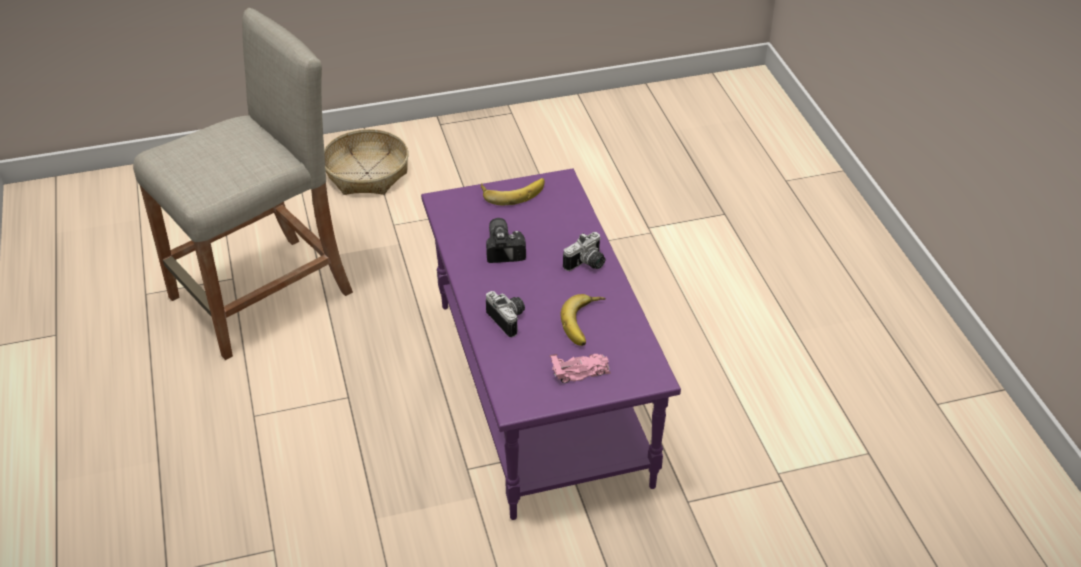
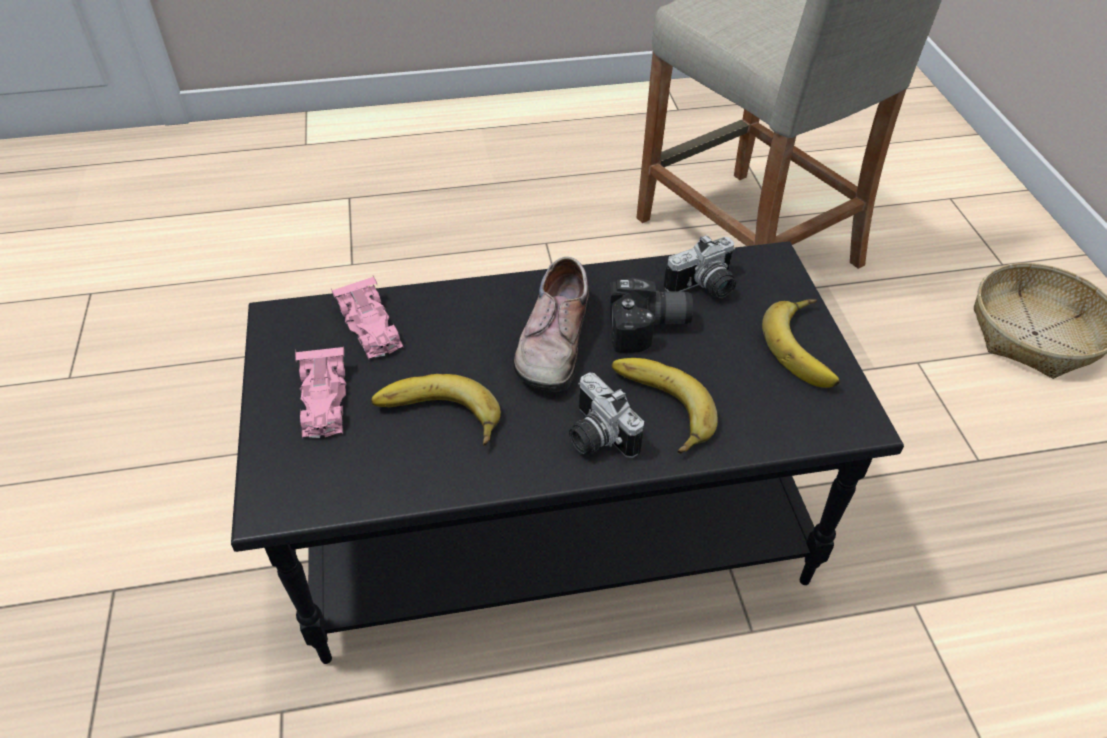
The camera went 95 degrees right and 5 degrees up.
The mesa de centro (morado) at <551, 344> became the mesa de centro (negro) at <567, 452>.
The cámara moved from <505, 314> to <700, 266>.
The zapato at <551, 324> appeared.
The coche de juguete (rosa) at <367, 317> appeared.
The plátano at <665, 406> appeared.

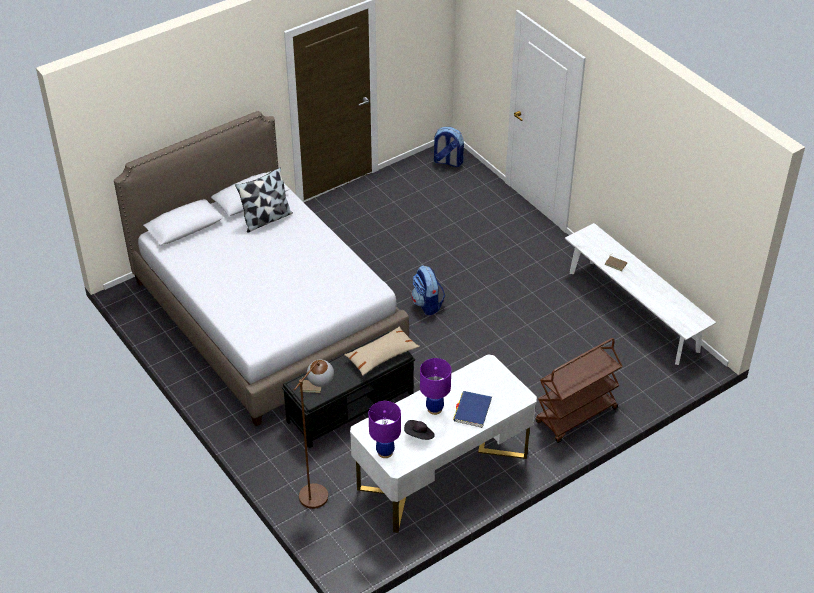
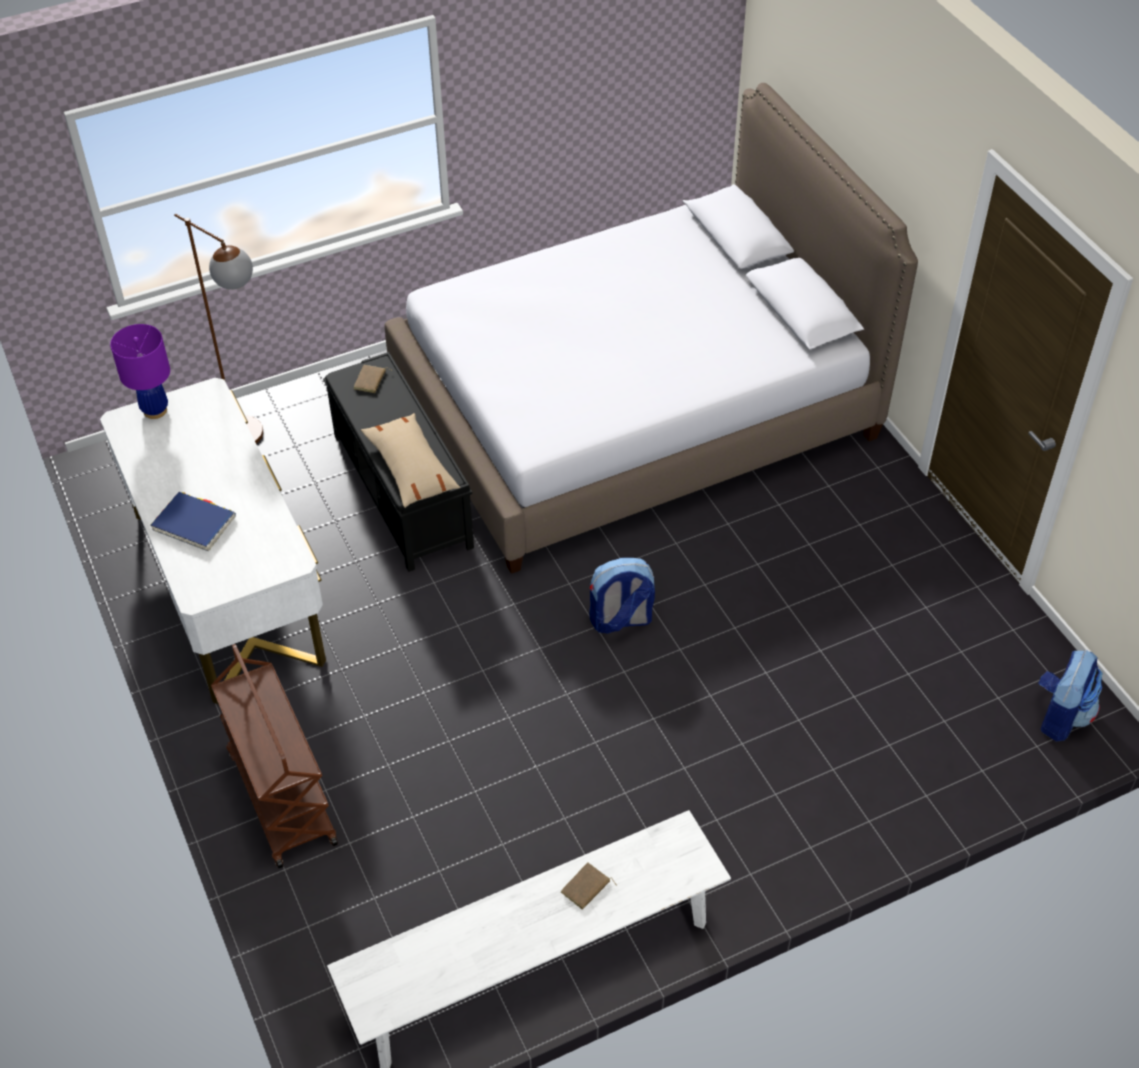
The camera went 100 degrees right and 5 degrees up.
The cojín at <264, 200> disappeared.
The lámpara de mesa (morado) at <435, 386> disappeared.
The sombrero (negro) at <419, 430> disappeared.

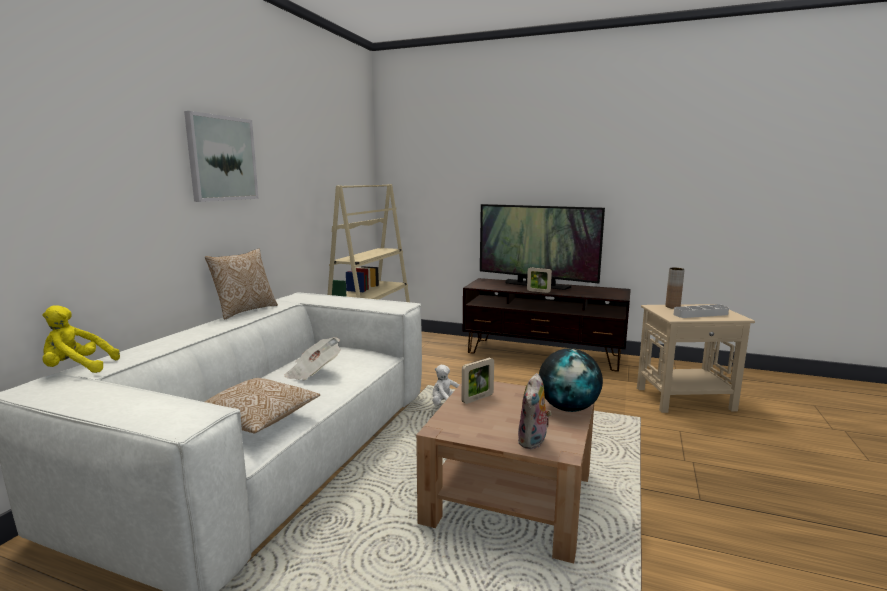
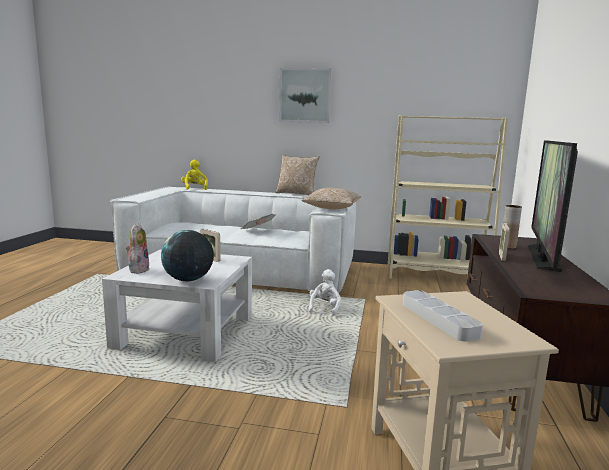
The camera went 80 degrees right and 0 degrees up.
The florero (marrón) moved from <675, 288> to <512, 227>.
The peluche at <535, 411> turned 75 degrees clockwise.
The cojín moved from <262, 405> to <331, 198>.
The mesa de centro (marrón) at <505, 473> became the mesa de centro (blanco) at <177, 305>.

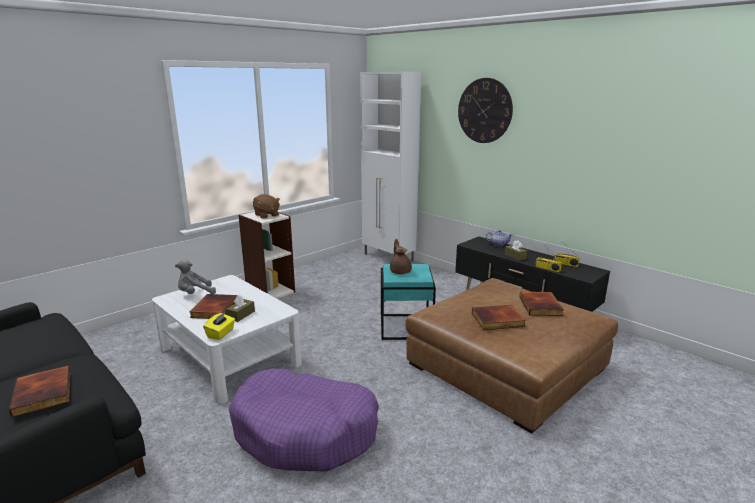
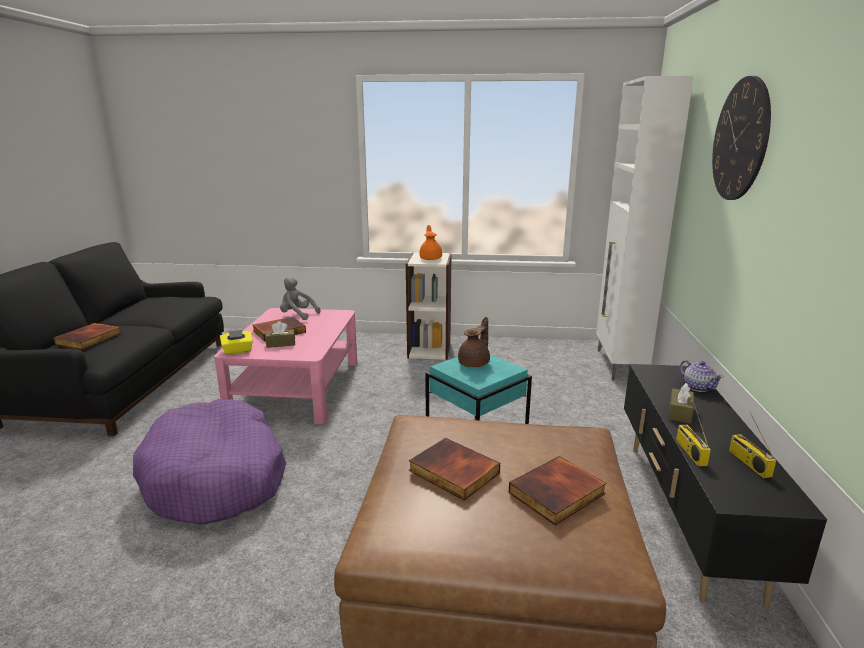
The camera went 50 degrees right and 0 degrees up.
The peluche (marrón) at <266, 206> was replaced by the tetera (naranja) at <430, 242>.
The mesa de centro (blanco) at <227, 339> became the mesa de centro (rosa) at <285, 366>.

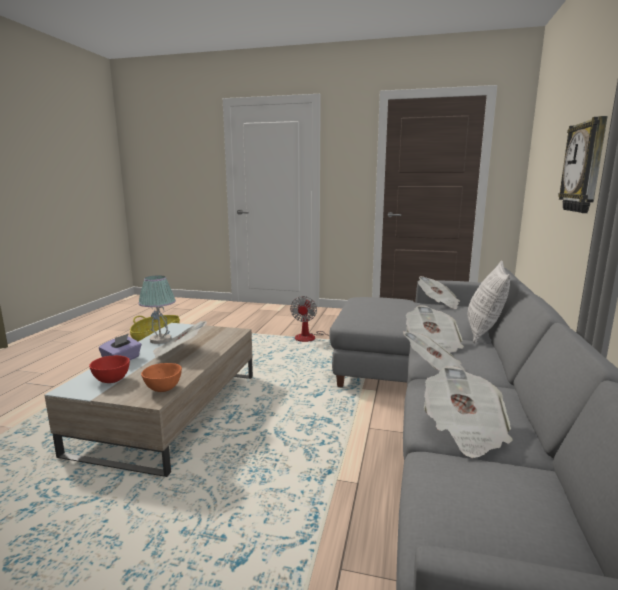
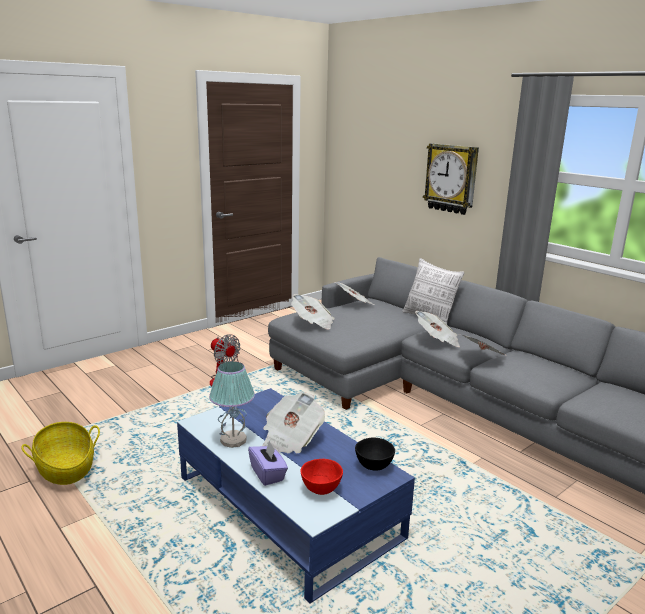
The camera went 55 degrees left and 5 degrees up.
The mesa de centro (beis) at <149, 400> became the mesa de centro (azul) at <296, 495>.
The cuenco (naranja) at <161, 377> became the cuenco (negro) at <375, 454>.
The periódico moved from <468, 412> to <312, 311>.

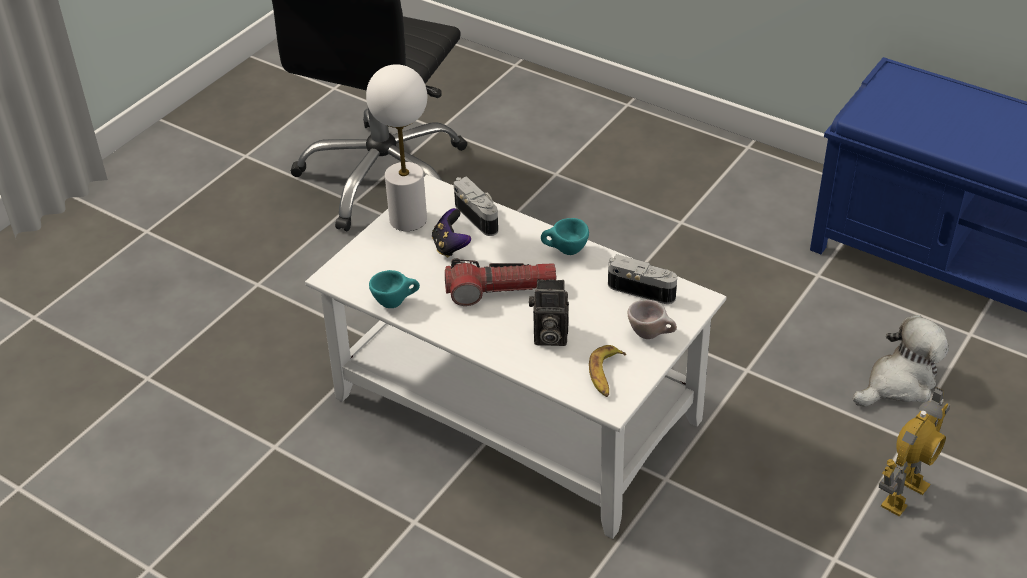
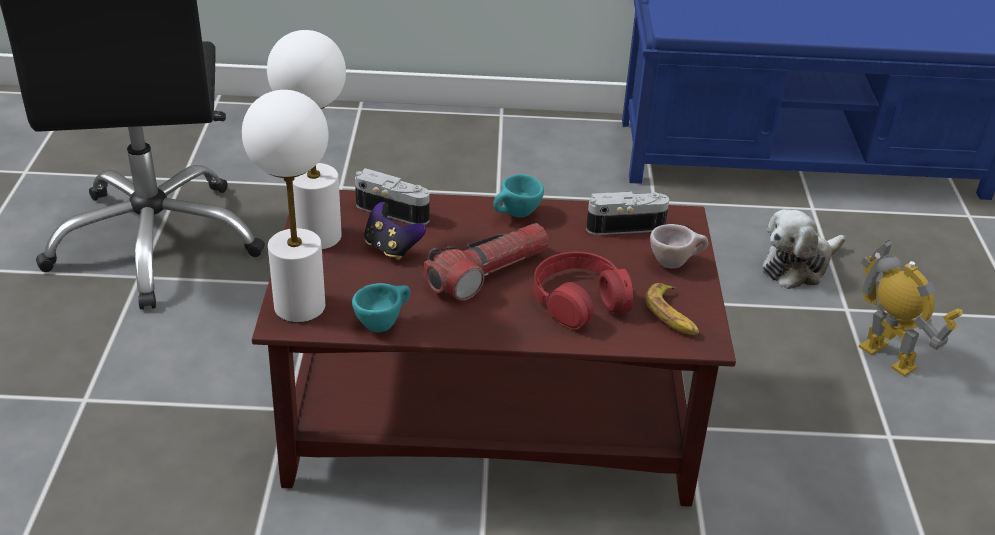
The camera went 35 degrees left and 5 degrees down.
The mesa de centro (blanco) at <515, 357> became the mesa de centro (marrón) at <494, 348>.
The cámara at <549, 312> was replaced by the auriculares (rojo) at <583, 290>.
The peluche at <900, 361> turned 150 degrees counterclockwise.
The robot de juguete at <914, 452> turned 45 degrees counterclockwise.
The lámpara de mesa (blanco) at <285, 206> appeared.

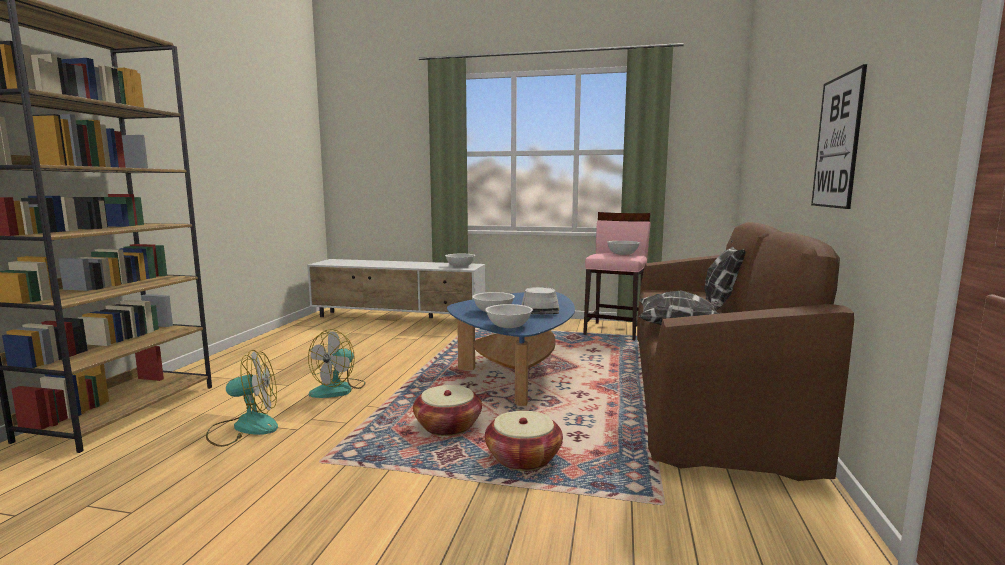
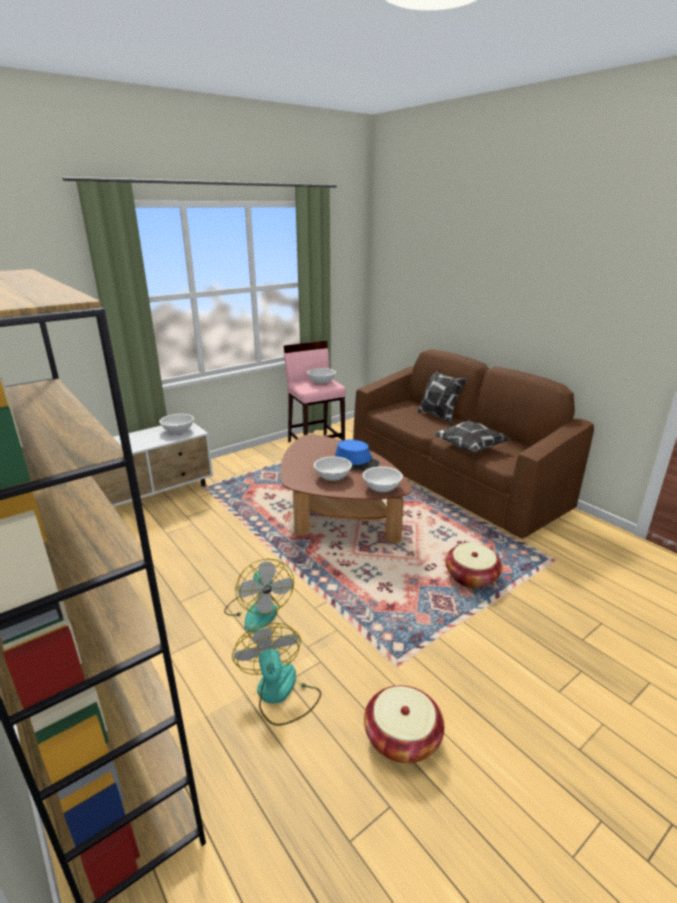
The camera went 50 degrees left and 15 degrees up.
The cuadro at <839, 136> disappeared.
The sombrero (gris) at <540, 300> became the sombrero (azul) at <357, 455>.
The mesa de centro (azul) at <511, 349> became the mesa de centro (marrón) at <346, 489>.
The ventilador at <242, 398> turned 45 degrees counterclockwise.
The cesta moved from <447, 410> to <404, 724>.

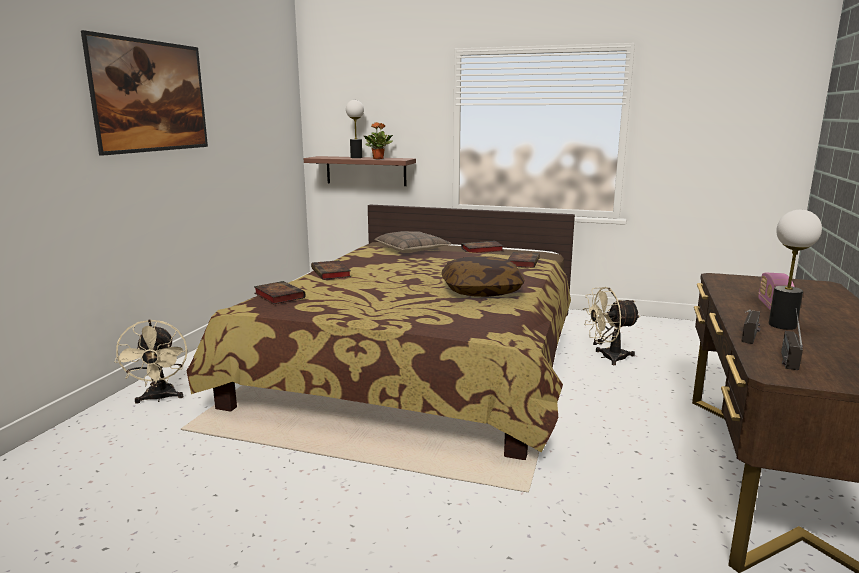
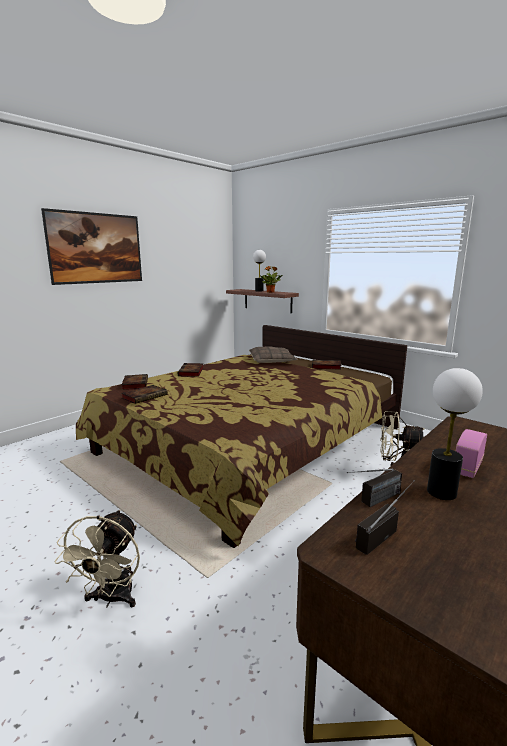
The camera went 25 degrees right and 0 degrees up.
The libro moved from <523, 260> to <144, 394>.
The cojín at <483, 276> disappeared.
The ventilador (beis) moved from <151, 361> to <97, 559>.

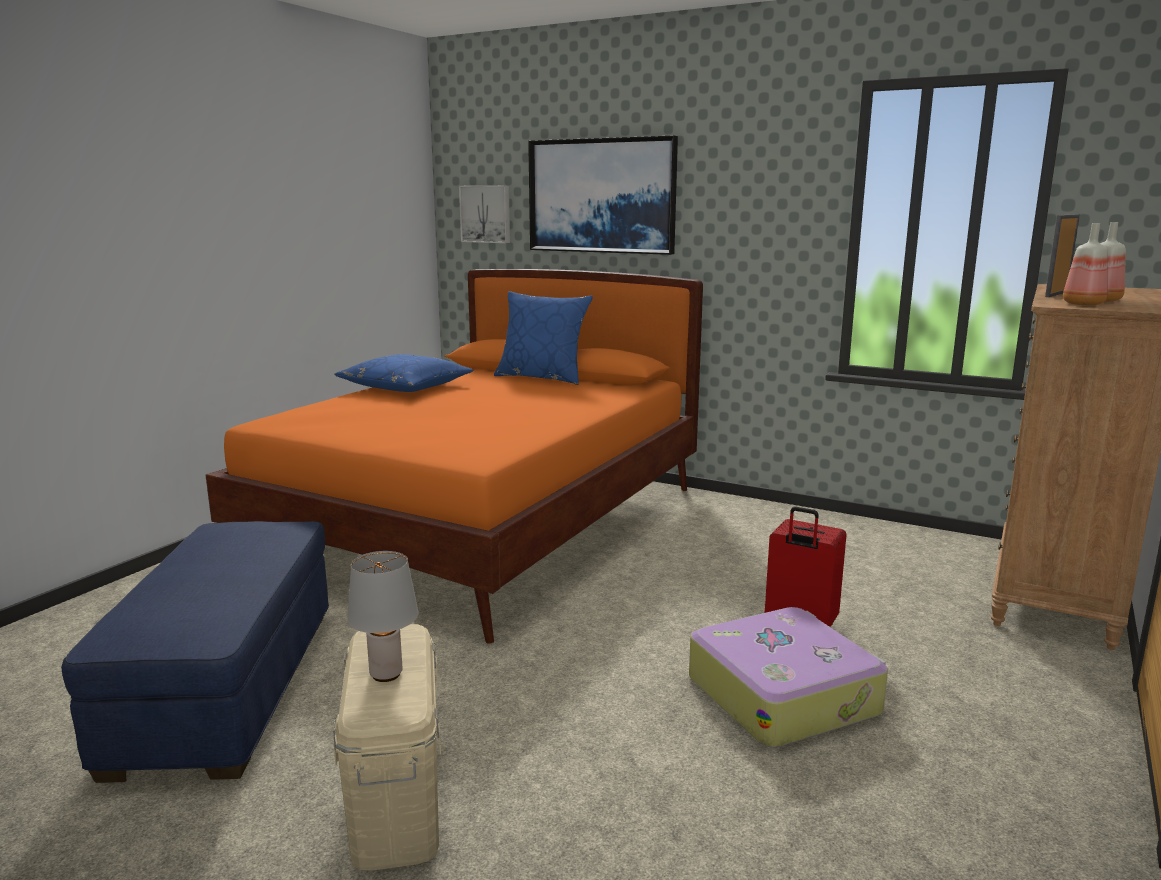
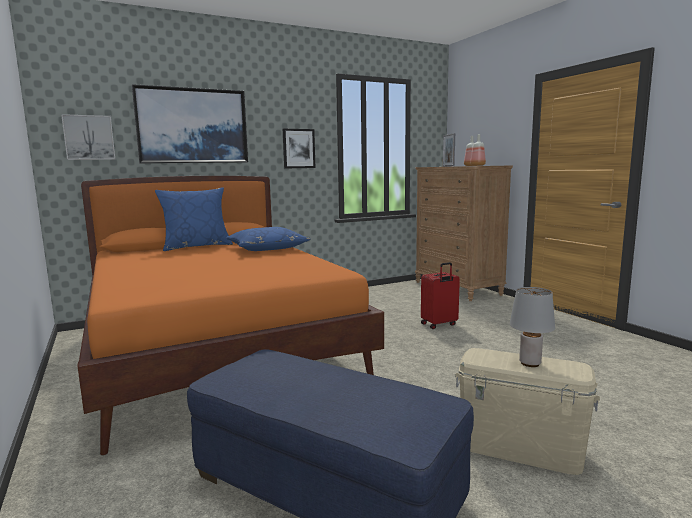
The camera went 55 degrees left and 5 degrees down.
The cojín (azul) moved from <404, 373> to <268, 239>.
The maleta at <788, 677> disappeared.
The cuadro at <299, 149> appeared.

